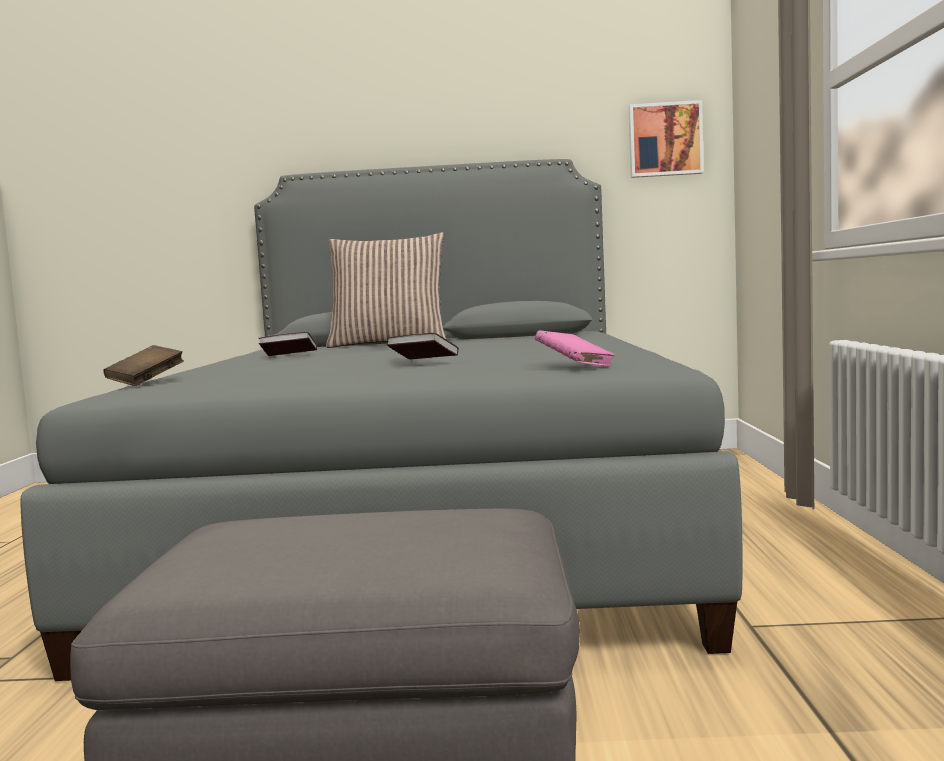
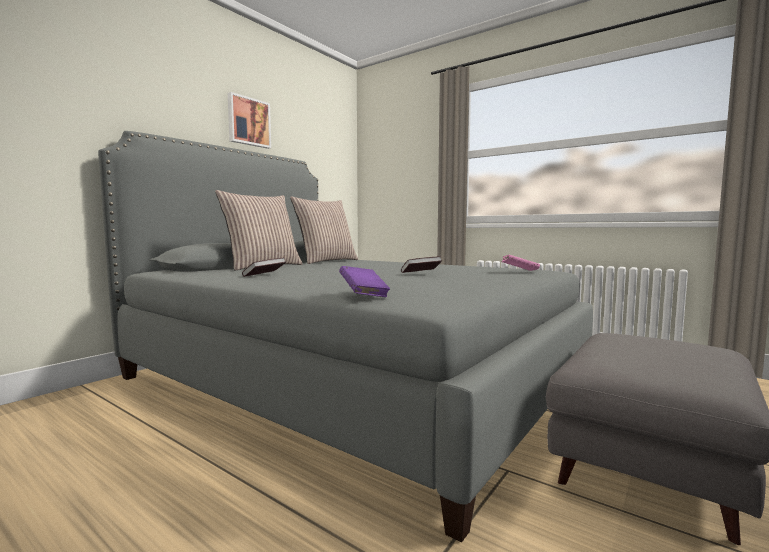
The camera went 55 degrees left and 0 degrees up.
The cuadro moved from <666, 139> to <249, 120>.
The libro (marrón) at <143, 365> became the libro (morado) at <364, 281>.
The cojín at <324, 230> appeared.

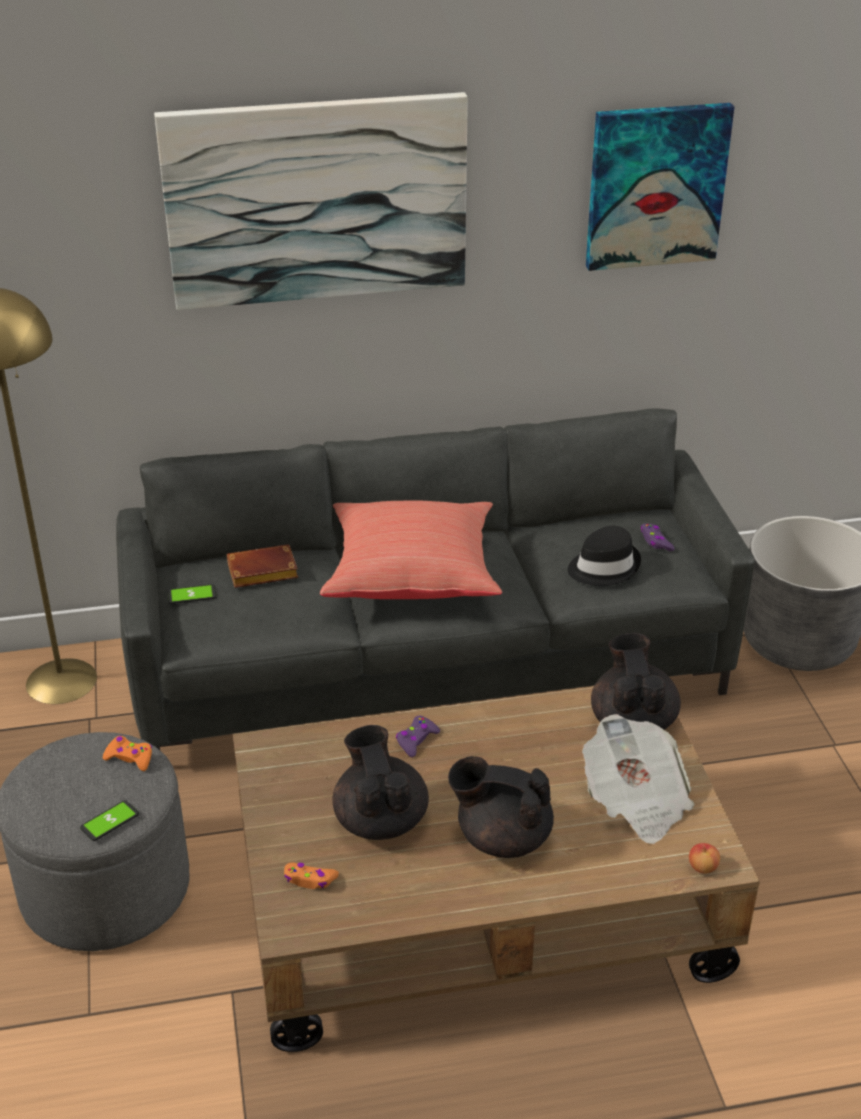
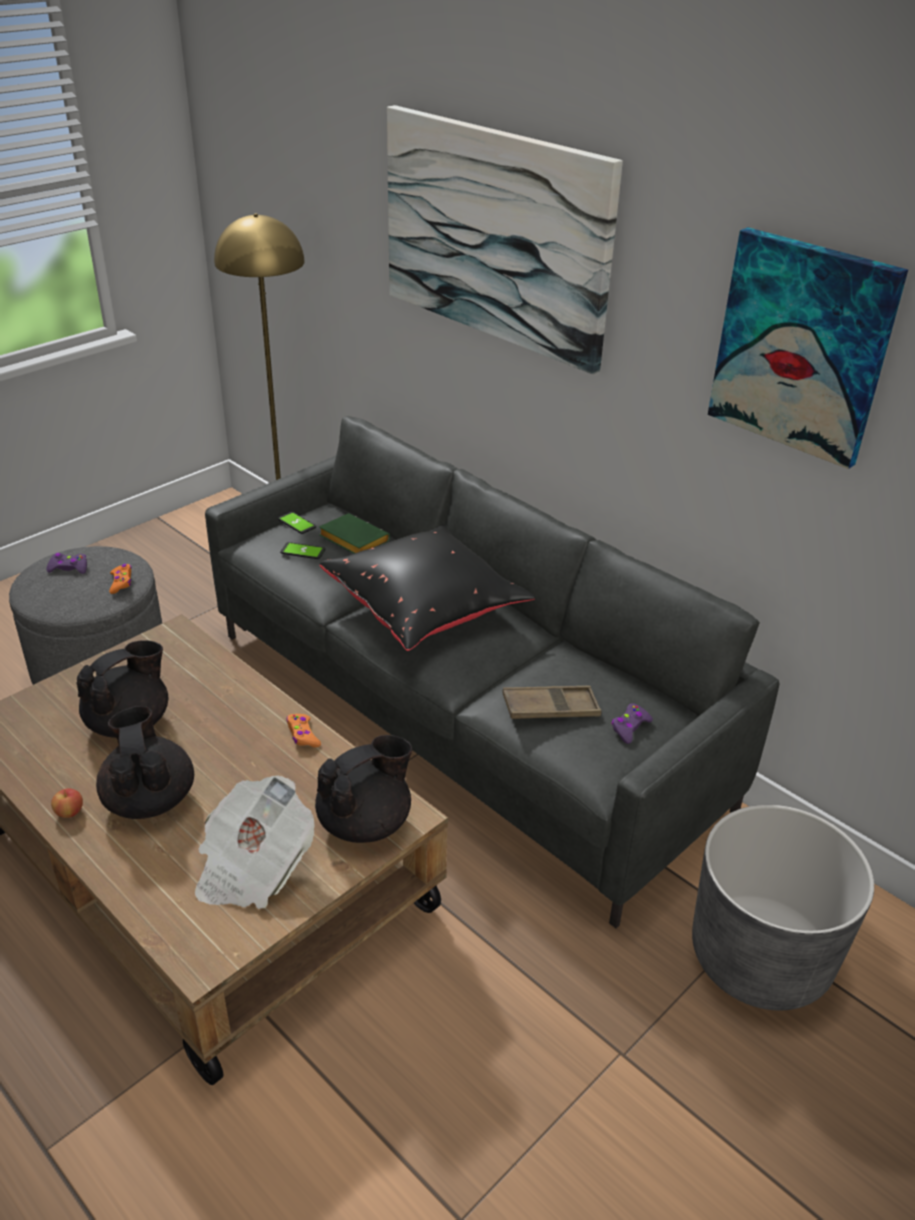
The camera went 55 degrees right and 0 degrees up.
The cojín (rojo) at <411, 550> became the cojín (negro) at <428, 588>.
The sombrero (negro) at <604, 556> was replaced by the bandeja (marrón) at <552, 702>.
The libro (marrón) at <262, 566> became the libro (verde) at <354, 533>.
The mando de consola (morado) moved from <418, 736> to <66, 563>.
The móvil moved from <109, 820> to <302, 550>.
The manzana moved from <704, 858> to <67, 803>.
The mando de consola (naranja) moved from <311, 875> to <303, 731>.

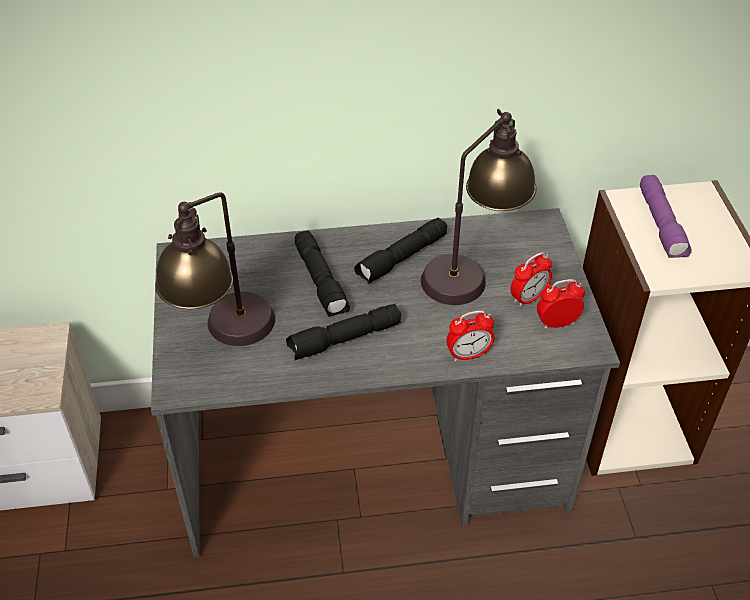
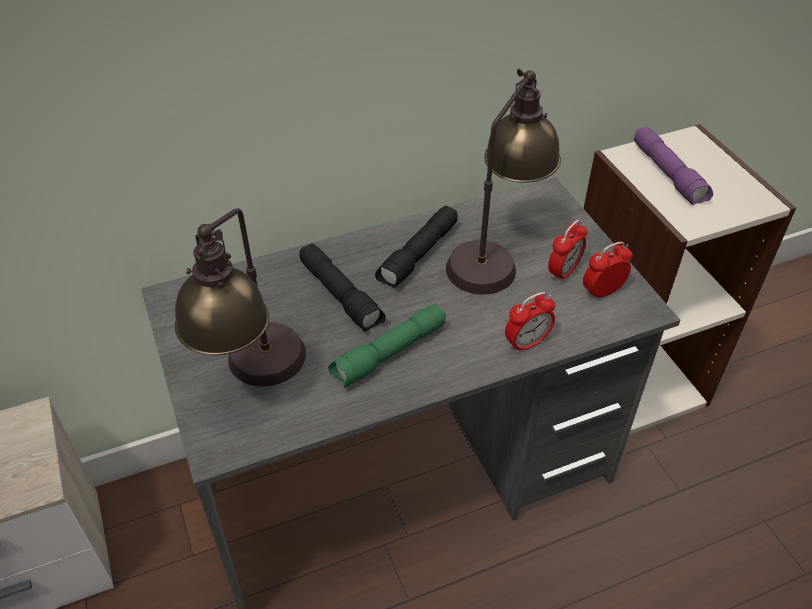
The camera went 15 degrees left and 0 degrees up.
The linterna (negro) at <343, 332> became the linterna (verde) at <387, 346>.

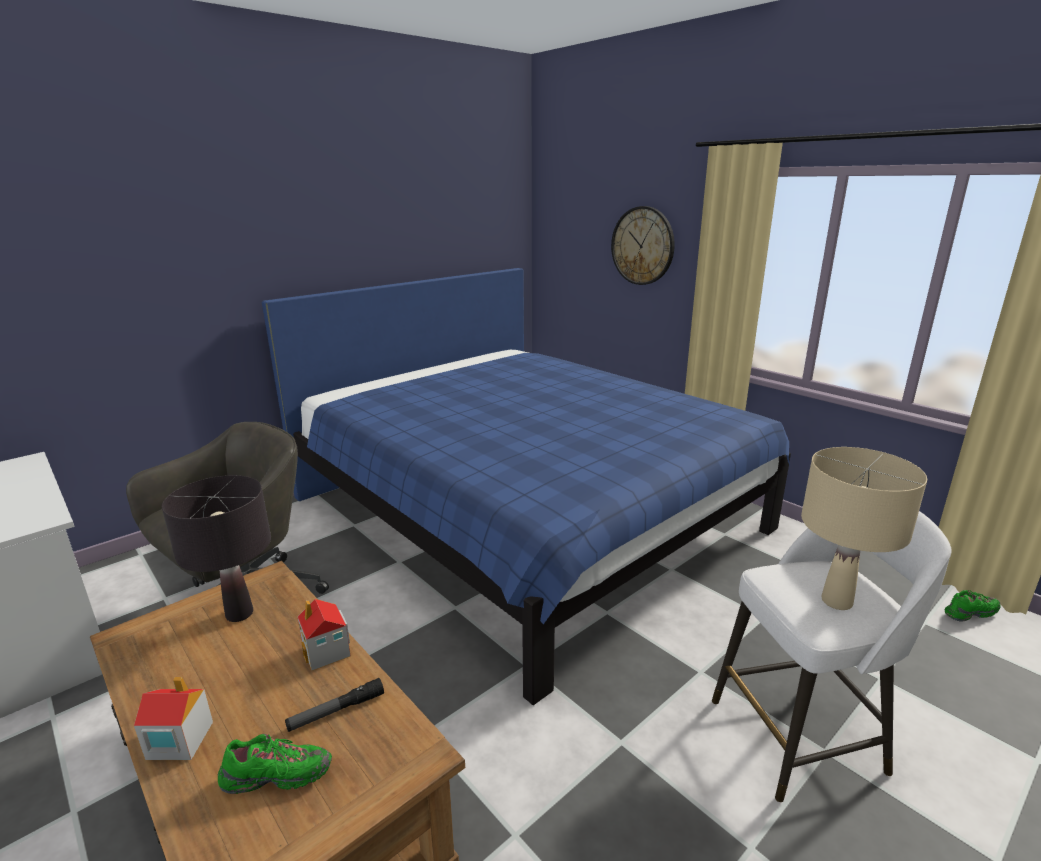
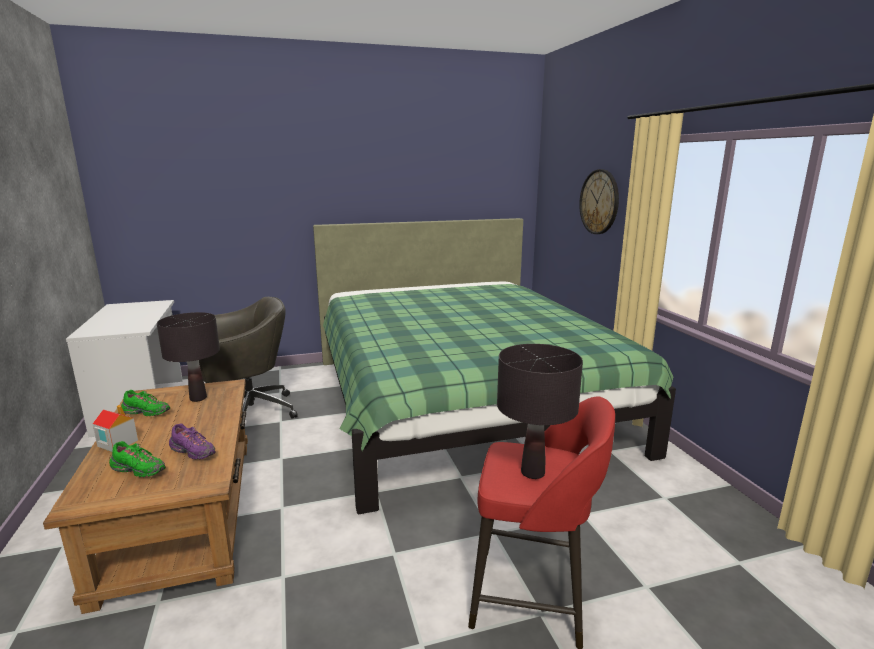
The camera went 25 degrees right and 5 degrees down.
The cama (azul) at <526, 486> became the cama (verde) at <494, 366>.
The lámpara de mesa (beis) at <864, 528> became the lámpara de mesa (negro) at <540, 411>.
The taburete (blanco) at <832, 656> became the taburete (rojo) at <541, 522>.
The zapato (verde) moved from <973, 606> to <145, 403>.
The casita at <324, 635> disappeared.
The linterna at <334, 705> was replaced by the zapato (morado) at <192, 441>.

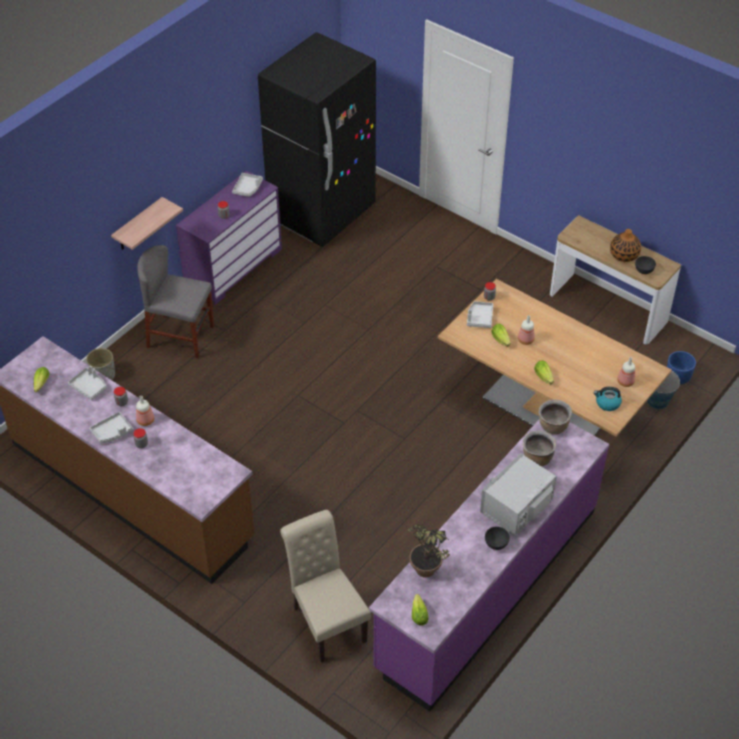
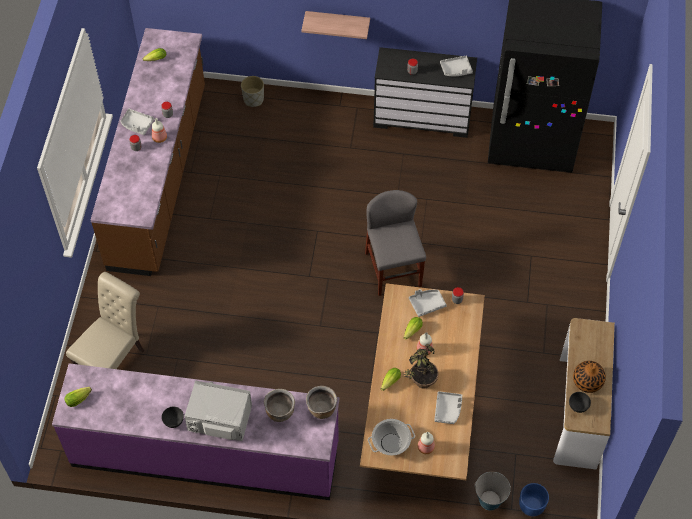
The camera went 60 degrees right and 10 degrees up.
The cómoda (morado) at <229, 238> became the cómoda (negro) at <425, 92>.
The silla (gris) moved from <175, 301> to <395, 243>.
The bandeja (gris) moved from <87, 383> to <448, 407>.
The hervidor at <607, 399> was replaced by the olla at <391, 437>.
The planta en maceta moved from <429, 551> to <421, 366>.

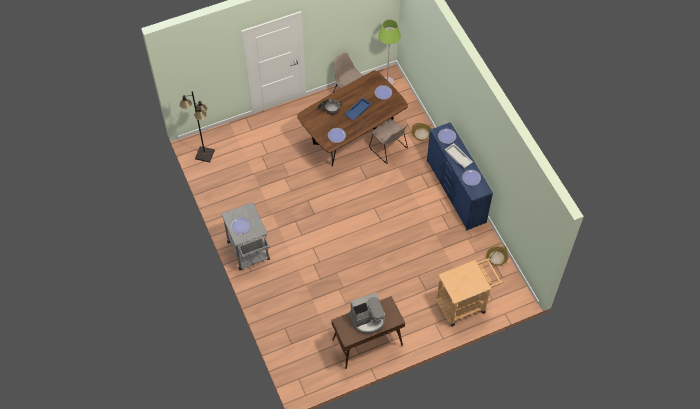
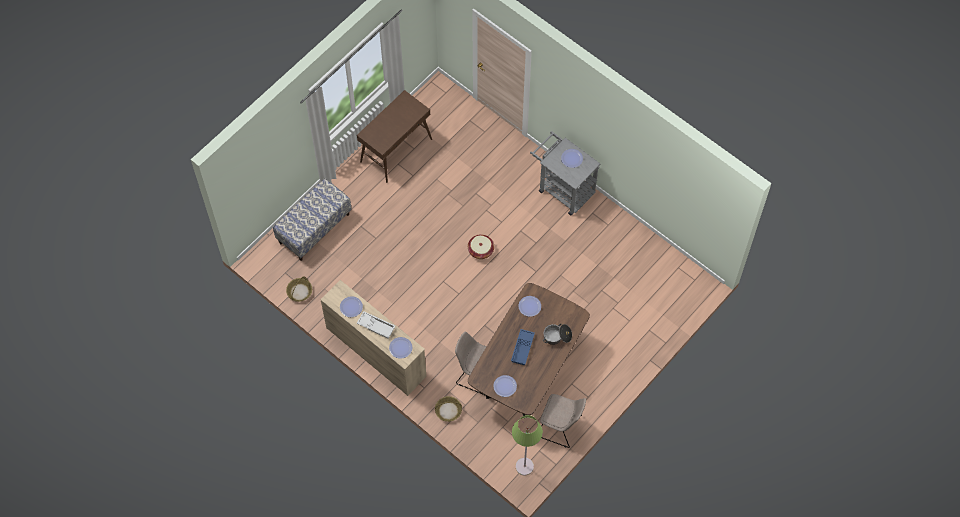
The camera went 155 degrees right and 5 degrees up.
The lámpara de pie (negro) at <197, 126> disappeared.
The cómoda (azul) at <460, 176> became the cómoda (beis) at <373, 338>.
The carrito (beis) at <469, 292> was replaced by the banco at <312, 219>.
The cafetera at <367, 313> disappeared.
The cesta at <481, 246> appeared.

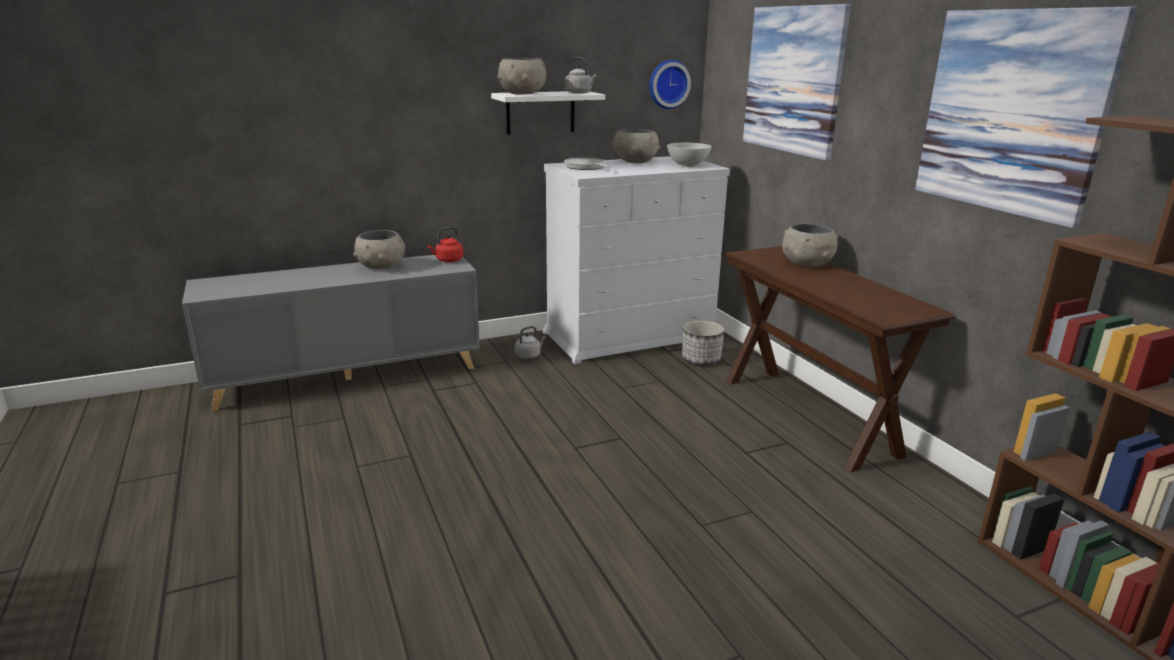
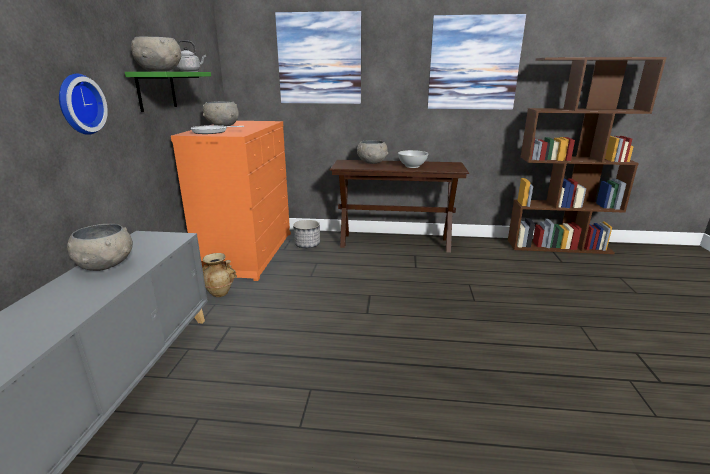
The camera went 60 degrees left and 0 degrees up.
The reloj de pared moved from <670, 84> to <83, 104>.
The estante (blanco) at <548, 113> became the estante (verde) at <168, 92>.
The cuenco (blanco) moved from <689, 155> to <413, 159>.
The cómoda (blanco) at <636, 260> became the cómoda (naranja) at <231, 201>.
The hervidor (rojo) at <445, 244> disappeared.
The hervidor (gris) at <530, 342> was replaced by the florero (beis) at <219, 275>.

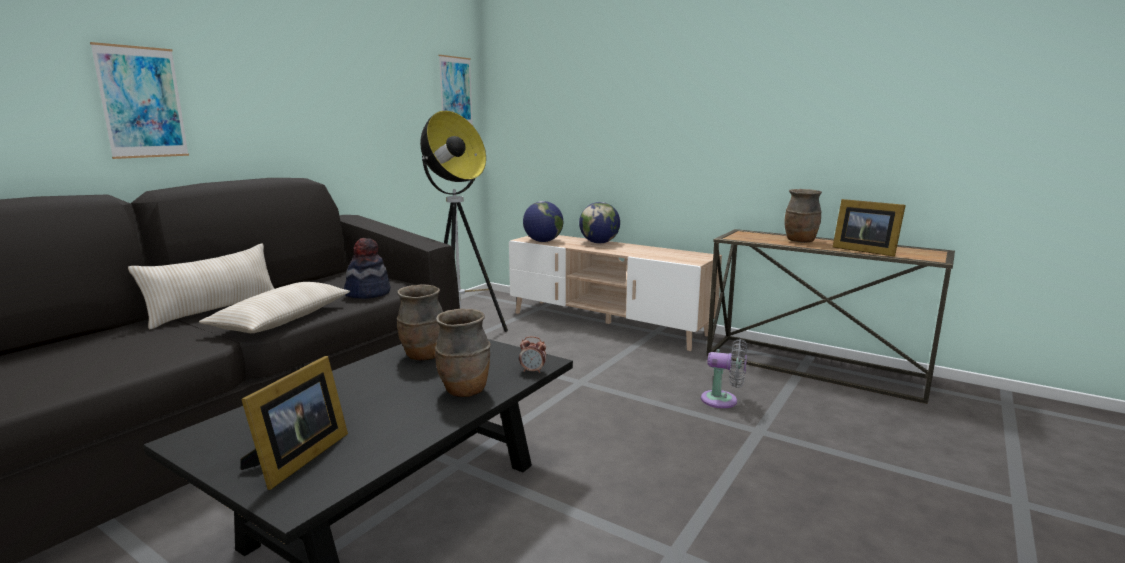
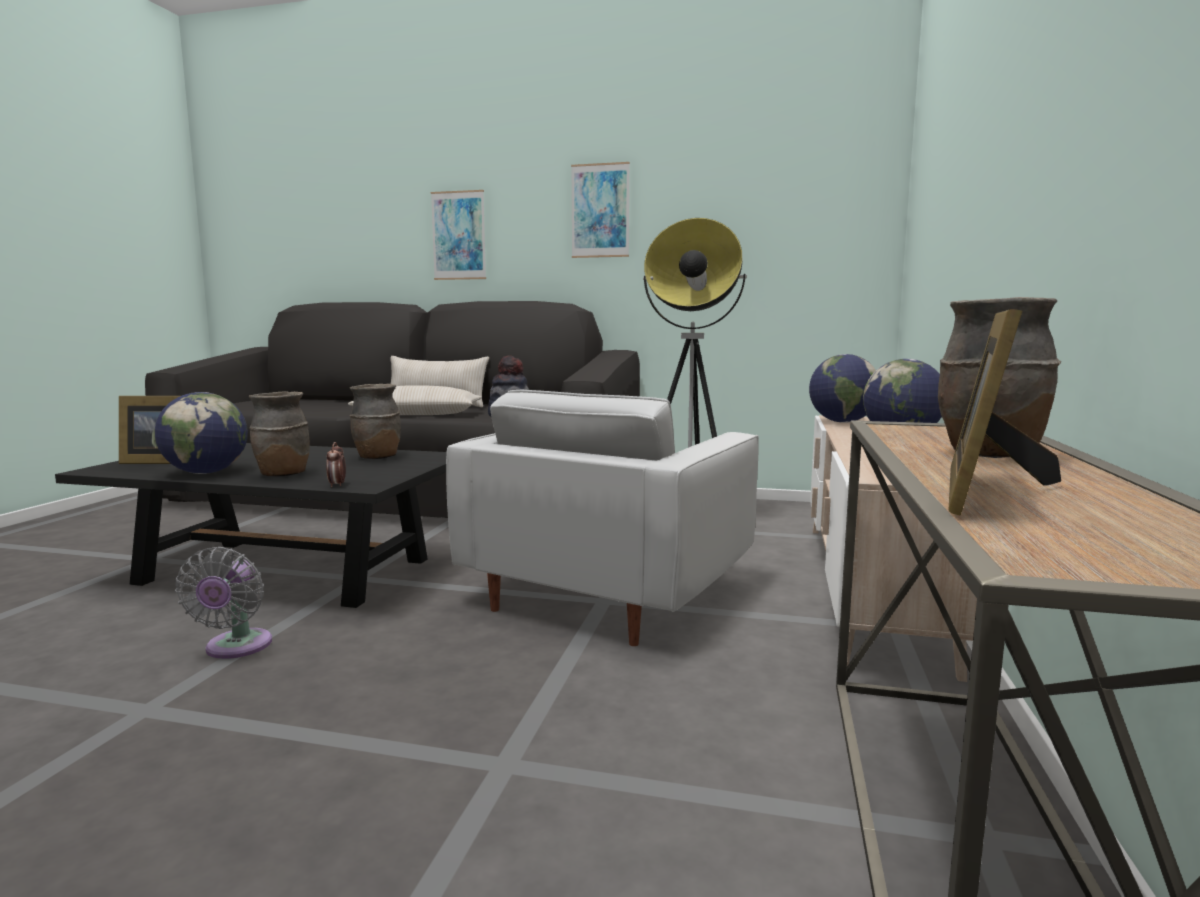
The camera went 70 degrees right and 5 degrees down.
The cuadro moved from <456, 90> to <600, 210>.
The ventilador (gris) moved from <724, 373> to <223, 603>.
The sillón (blanco) at <602, 518> appeared.
The globo terráqueo at <201, 433> appeared.

